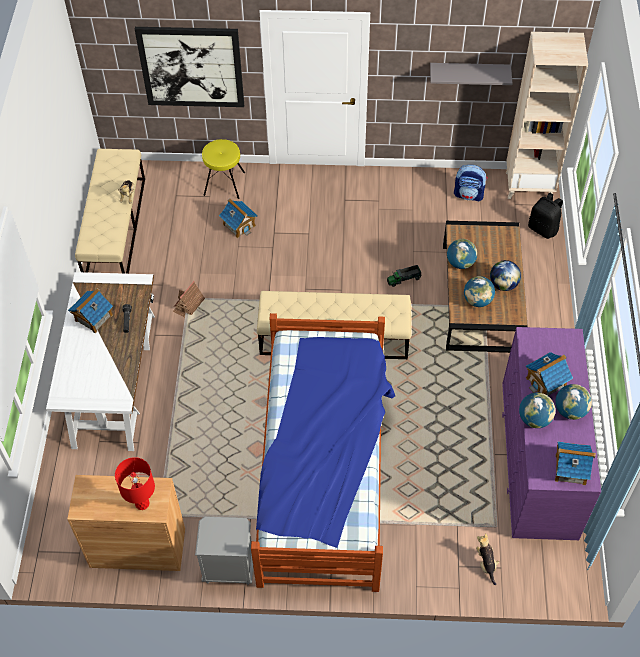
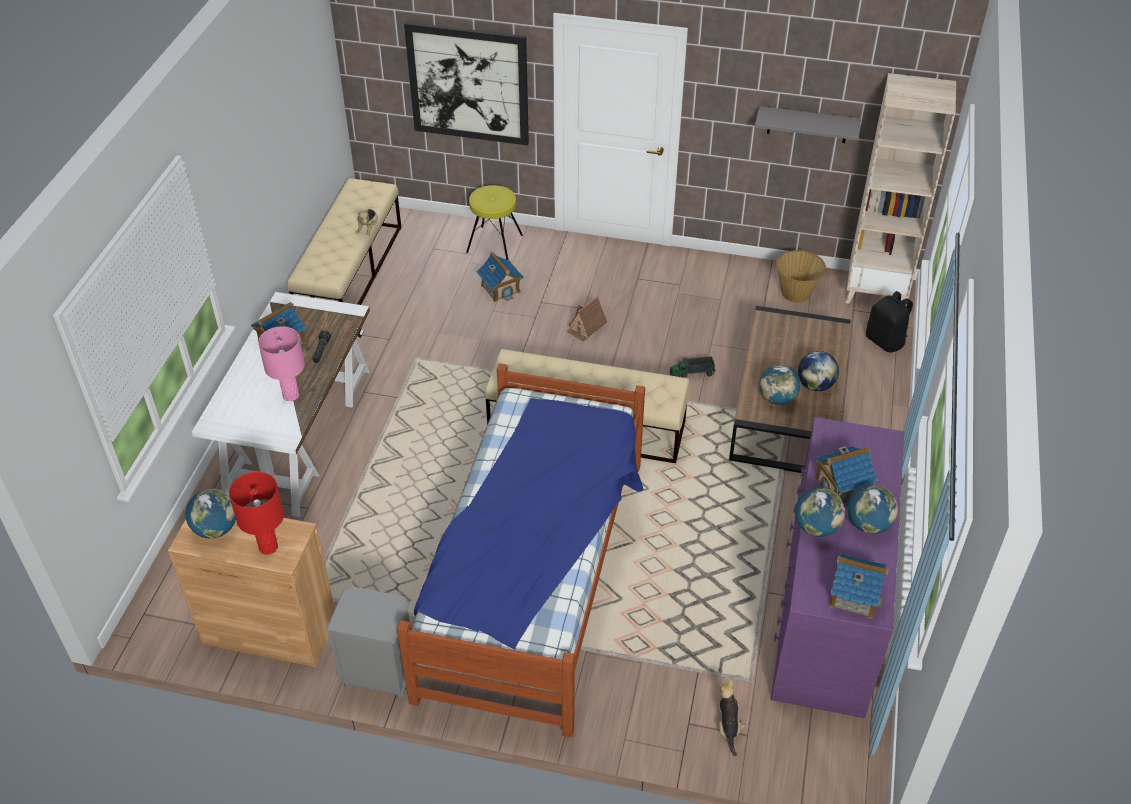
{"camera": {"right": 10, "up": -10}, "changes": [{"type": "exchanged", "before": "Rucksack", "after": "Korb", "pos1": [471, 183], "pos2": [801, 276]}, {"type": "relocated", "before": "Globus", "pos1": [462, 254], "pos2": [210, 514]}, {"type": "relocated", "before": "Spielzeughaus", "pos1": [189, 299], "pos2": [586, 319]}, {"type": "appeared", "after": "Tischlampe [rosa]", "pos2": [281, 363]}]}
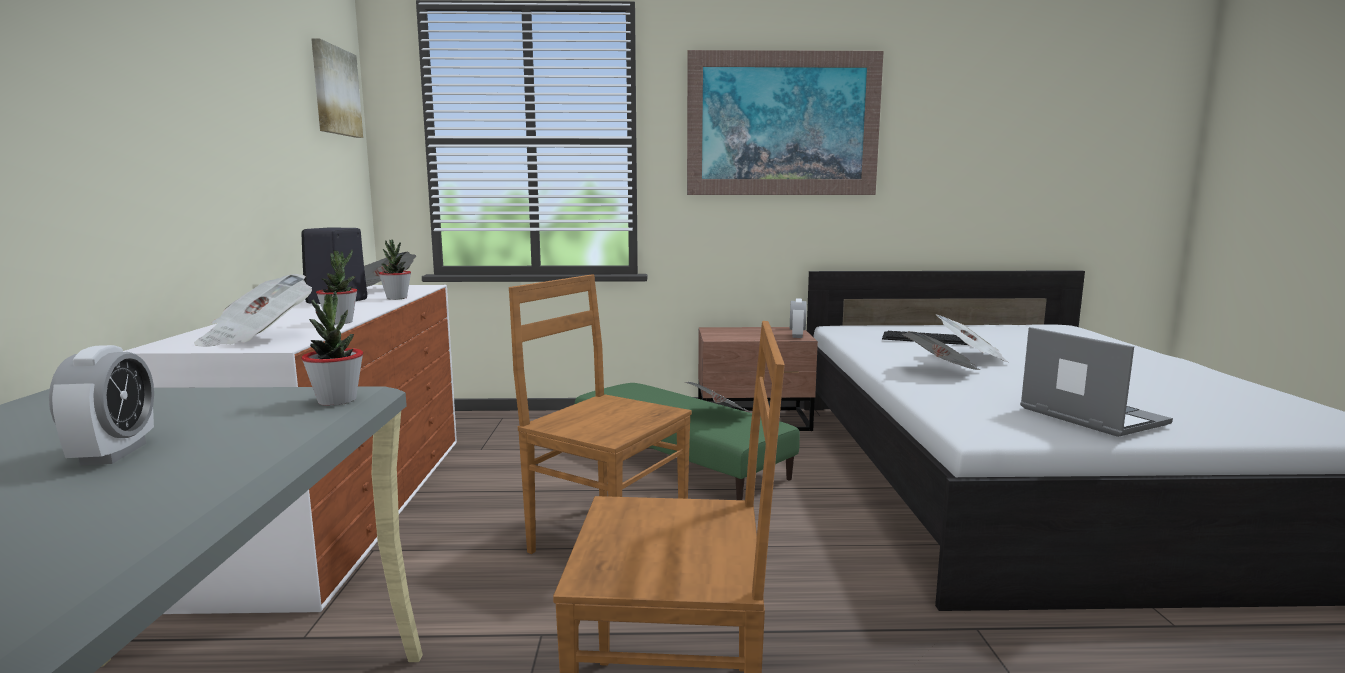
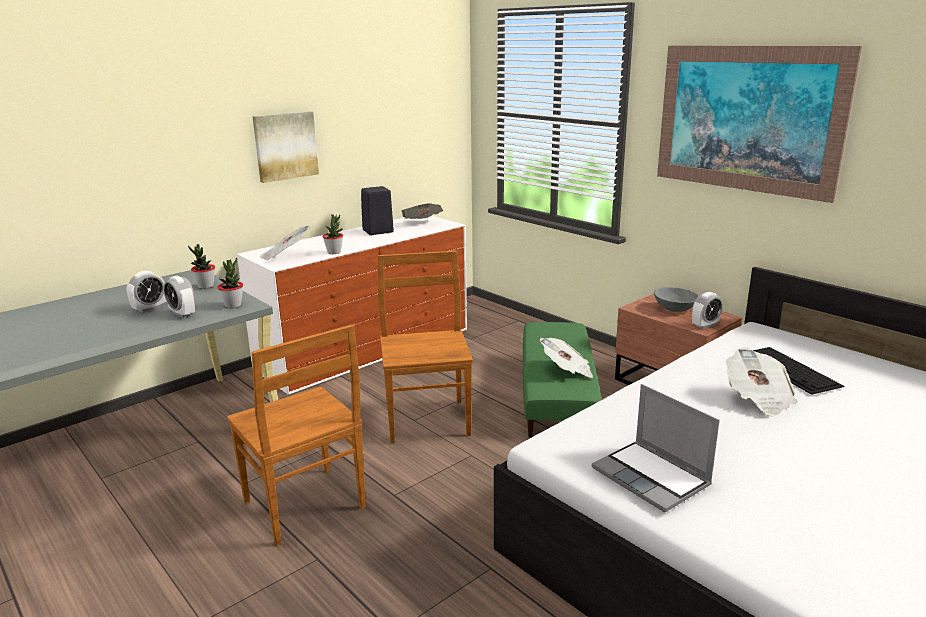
{"camera": {"right": 50, "up": 10}, "changes": [{"type": "relocated", "before": "Bild", "pos1": [337, 88], "pos2": [285, 147]}, {"type": "relocated", "before": "Topfpflanze", "pos1": [395, 270], "pos2": [201, 266]}, {"type": "spun", "before": "Laptop", "pos1": [1096, 382], "pos2": [656, 448], "turn": 120}, {"type": "missing", "before": "Zeitung", "pos1": [941, 350]}, {"type": "appeared", "after": "Wecker", "pos2": [179, 297]}, {"type": "appeared", "after": "Schüssel [grau]", "pos2": [676, 299]}]}
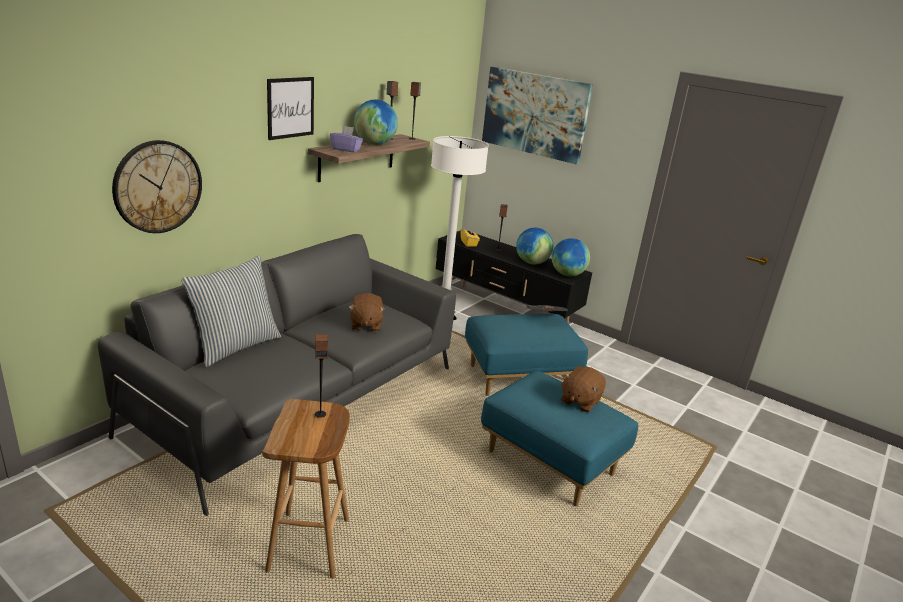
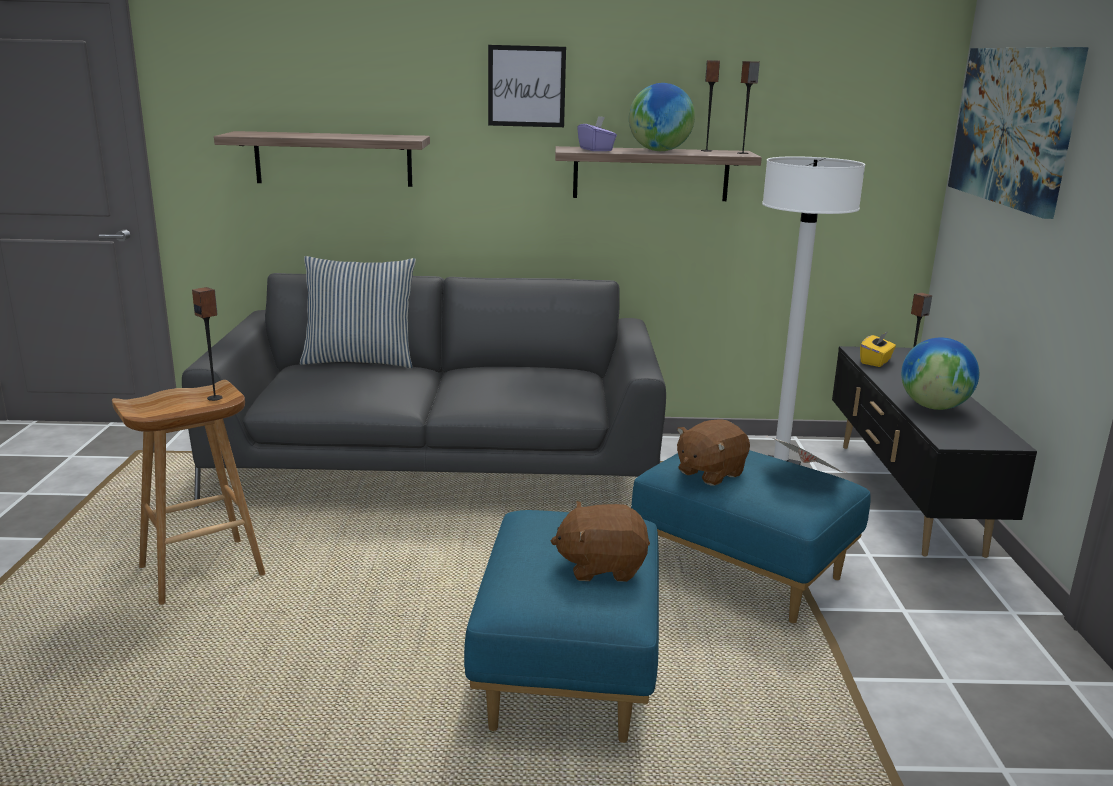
{"camera": {"right": 55, "up": -5}, "changes": [{"type": "exchanged", "before": "Wanduhr", "after": "Wandregal", "pos1": [157, 186], "pos2": [322, 159]}, {"type": "missing", "before": "Globus", "pos1": [571, 257]}, {"type": "relocated", "before": "Plüschtier [braun]", "pos1": [367, 312], "pos2": [713, 452]}]}
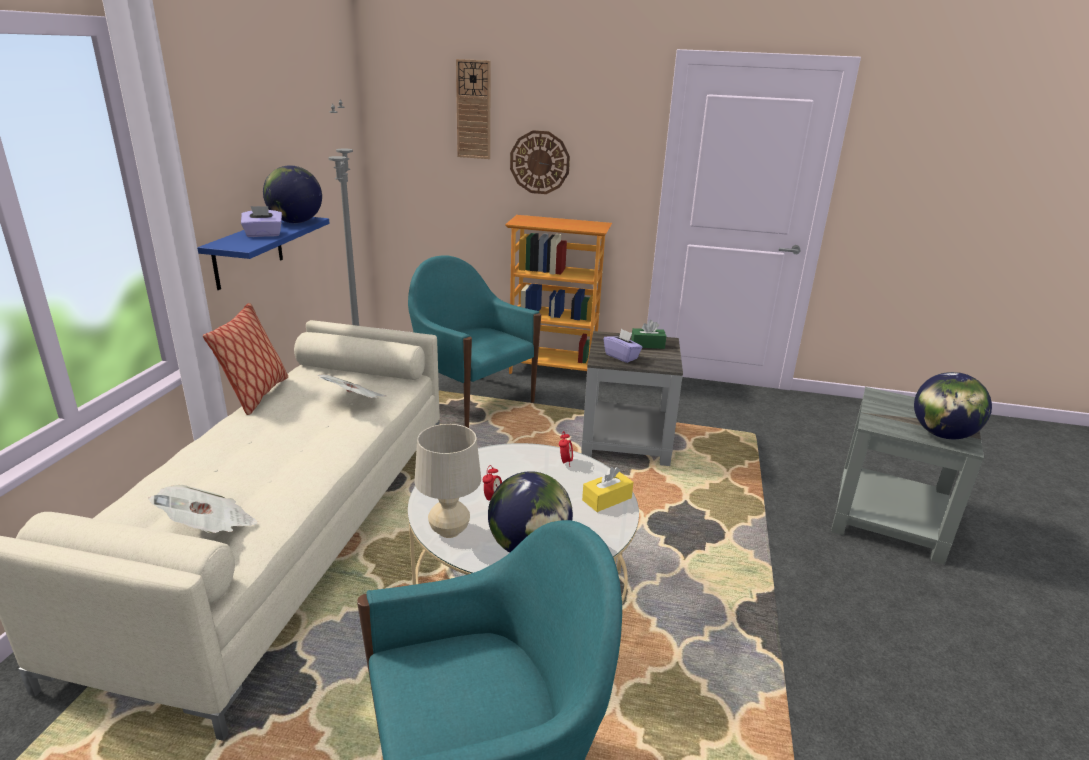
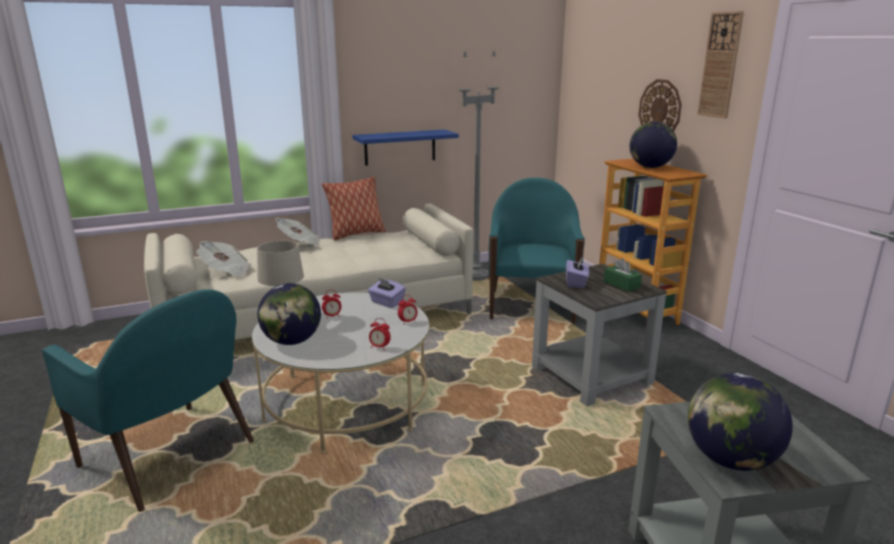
{"camera": {"right": 55, "up": -5}, "changes": [{"type": "relocated", "before": "Wanduhr", "pos1": [473, 109], "pos2": [720, 64]}, {"type": "relocated", "before": "Globus", "pos1": [292, 194], "pos2": [653, 145]}, {"type": "relocated", "before": "Taschentuchbox [lila]", "pos1": [261, 221], "pos2": [387, 293]}, {"type": "relocated", "before": "Zeitung", "pos1": [352, 386], "pos2": [297, 232]}, {"type": "exchanged", "before": "Taschentuchbox [gelb]", "after": "Wecker", "pos1": [608, 489], "pos2": [380, 334]}]}
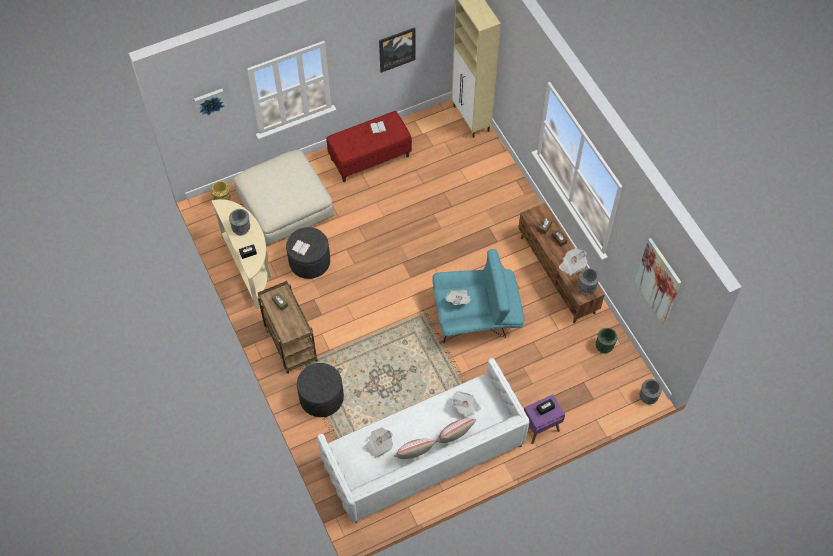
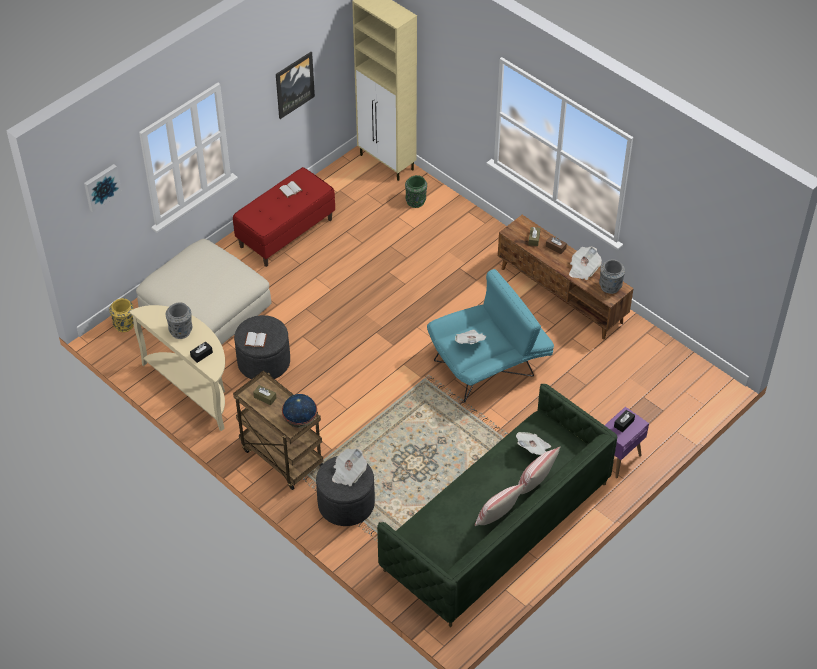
{"camera": {"right": -20, "up": -10}, "changes": [{"type": "missing", "before": "Bild", "pos1": [658, 281]}, {"type": "relocated", "before": "Vase [grün]", "pos1": [606, 340], "pos2": [416, 191]}, {"type": "colour", "before": "Sofa [weiß]", "after": "Sofa [grün]", "pos1": [423, 440], "pos2": [497, 505]}, {"type": "missing", "before": "Vase [grau]", "pos1": [651, 391]}, {"type": "relocated", "before": "Zeitung", "pos1": [378, 442], "pos2": [349, 467]}, {"type": "appeared", "after": "Globus", "pos2": [299, 411]}]}
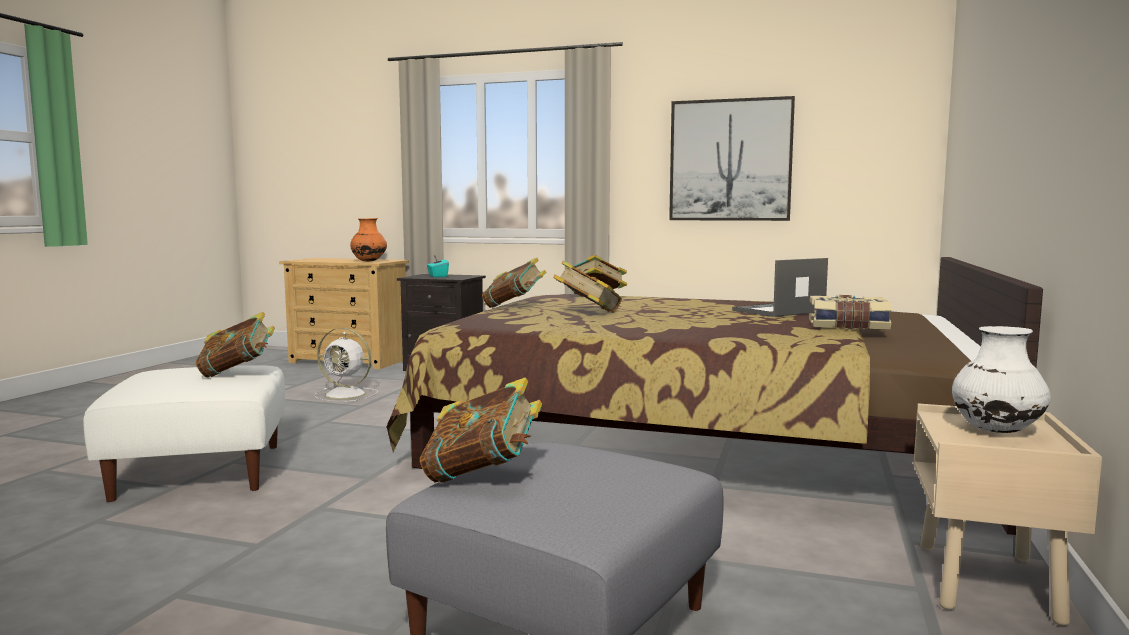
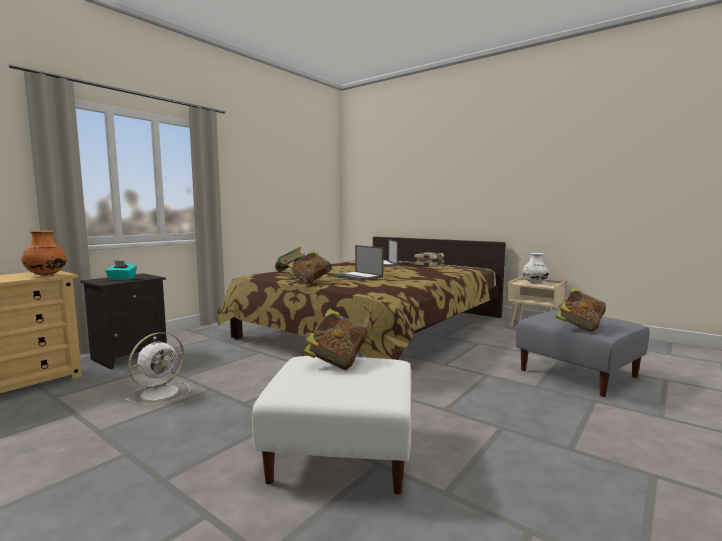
{"camera": {"right": -70, "up": 0}, "changes": [{"type": "missing", "before": "Bild", "pos1": [732, 158]}, {"type": "exchanged", "before": "Buch", "after": "Laptop", "pos1": [587, 286], "pos2": [358, 263]}]}
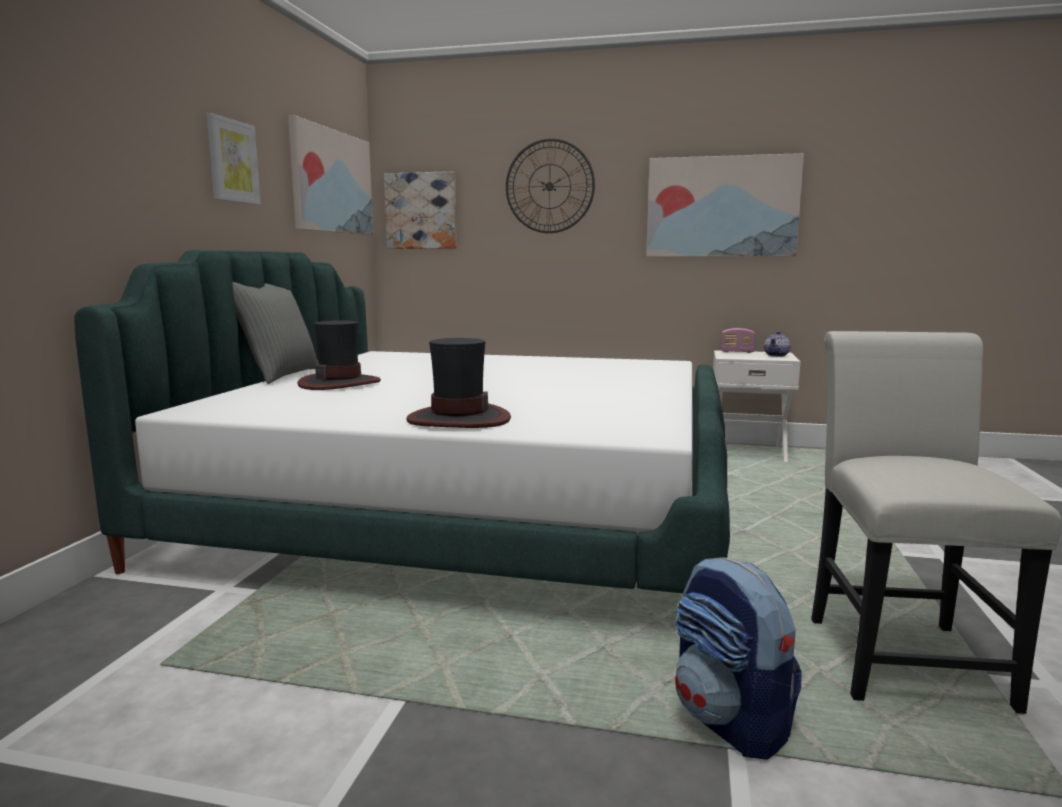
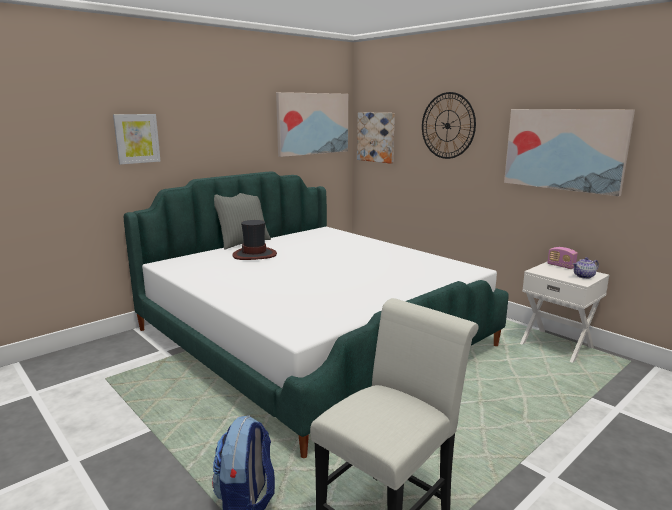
{"camera": {"right": 35, "up": 5}, "changes": [{"type": "relocated", "before": "Bild", "pos1": [233, 159], "pos2": [137, 139]}, {"type": "missing", "before": "Hut", "pos1": [459, 383]}]}
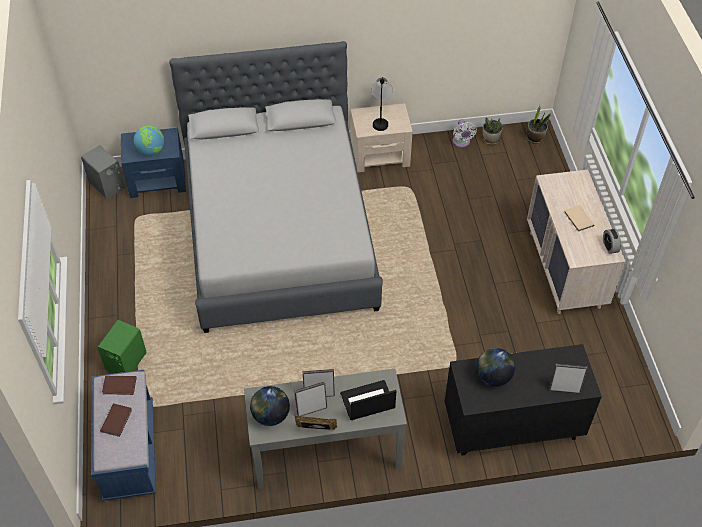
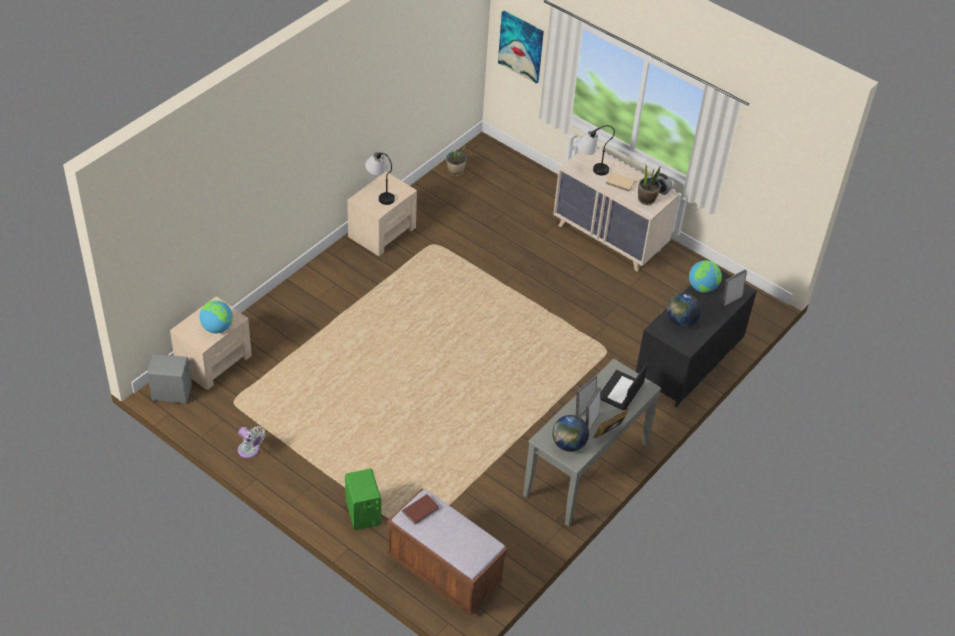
{"camera": {"right": -45, "up": -5}, "changes": [{"type": "missing", "before": "Bett [grau]", "pos1": [276, 187]}, {"type": "relocated", "before": "Topfpflanze", "pos1": [538, 124], "pos2": [649, 184]}, {"type": "relocated", "before": "Ventilator [weiß]", "pos1": [465, 133], "pos2": [251, 442]}, {"type": "colour", "before": "Nachttisch [blau]", "after": "Nachttisch [beige]", "pos1": [153, 163], "pos2": [211, 343]}, {"type": "colour", "before": "Bank [blau]", "after": "Bank [braun]", "pos1": [123, 435], "pos2": [447, 552]}, {"type": "missing", "before": "Buch [braun]", "pos1": [116, 420]}, {"type": "appeared", "after": "Bild", "pos2": [521, 47]}, {"type": "appeared", "after": "Tischlampe", "pos2": [595, 150]}, {"type": "appeared", "after": "Globus", "pos2": [705, 276]}]}
